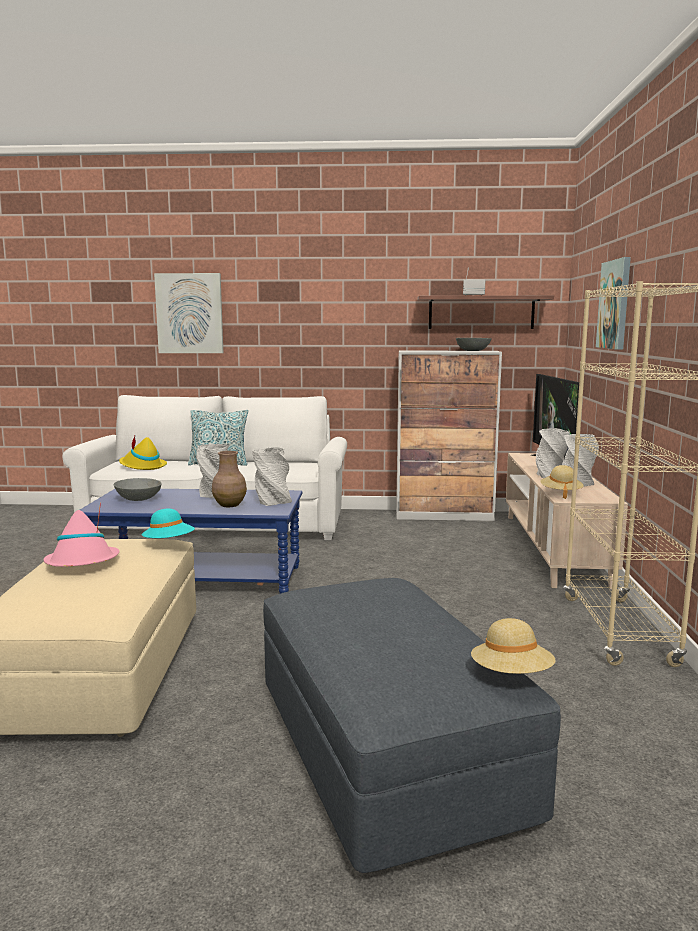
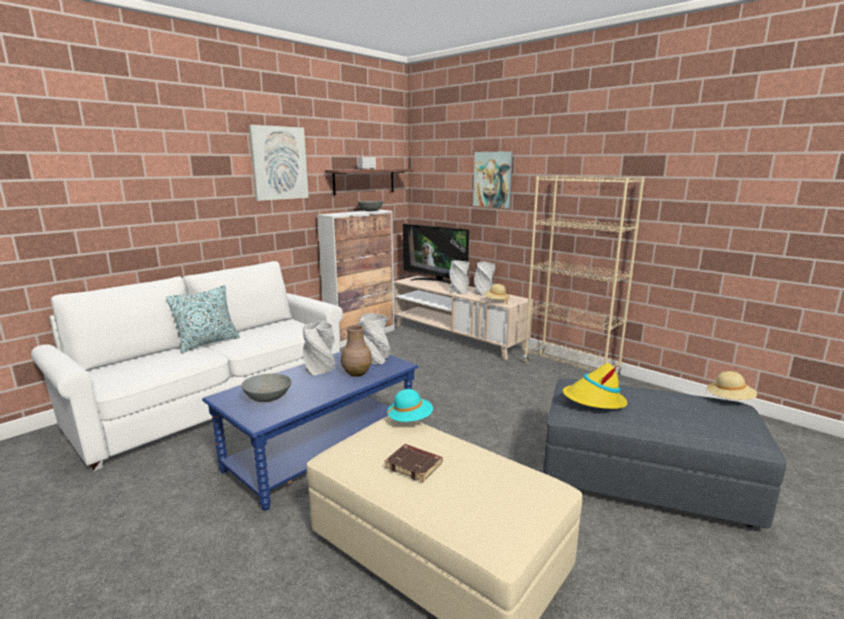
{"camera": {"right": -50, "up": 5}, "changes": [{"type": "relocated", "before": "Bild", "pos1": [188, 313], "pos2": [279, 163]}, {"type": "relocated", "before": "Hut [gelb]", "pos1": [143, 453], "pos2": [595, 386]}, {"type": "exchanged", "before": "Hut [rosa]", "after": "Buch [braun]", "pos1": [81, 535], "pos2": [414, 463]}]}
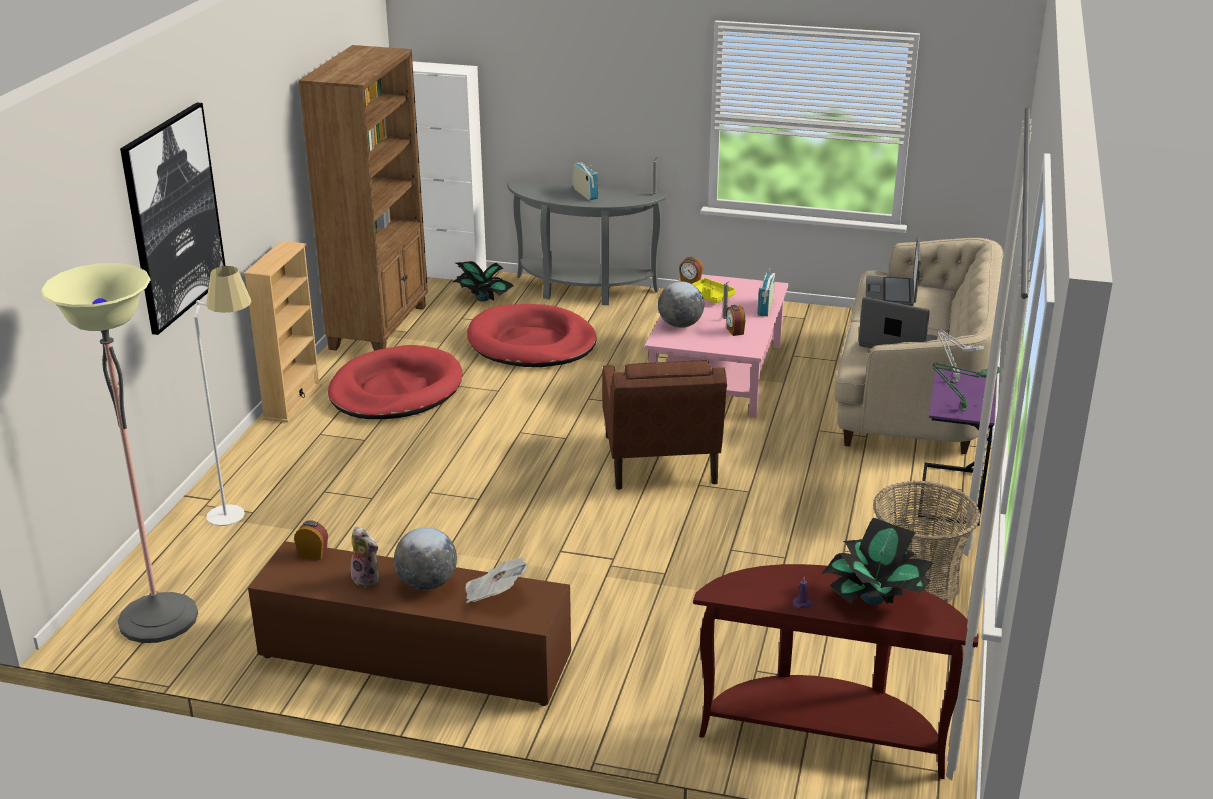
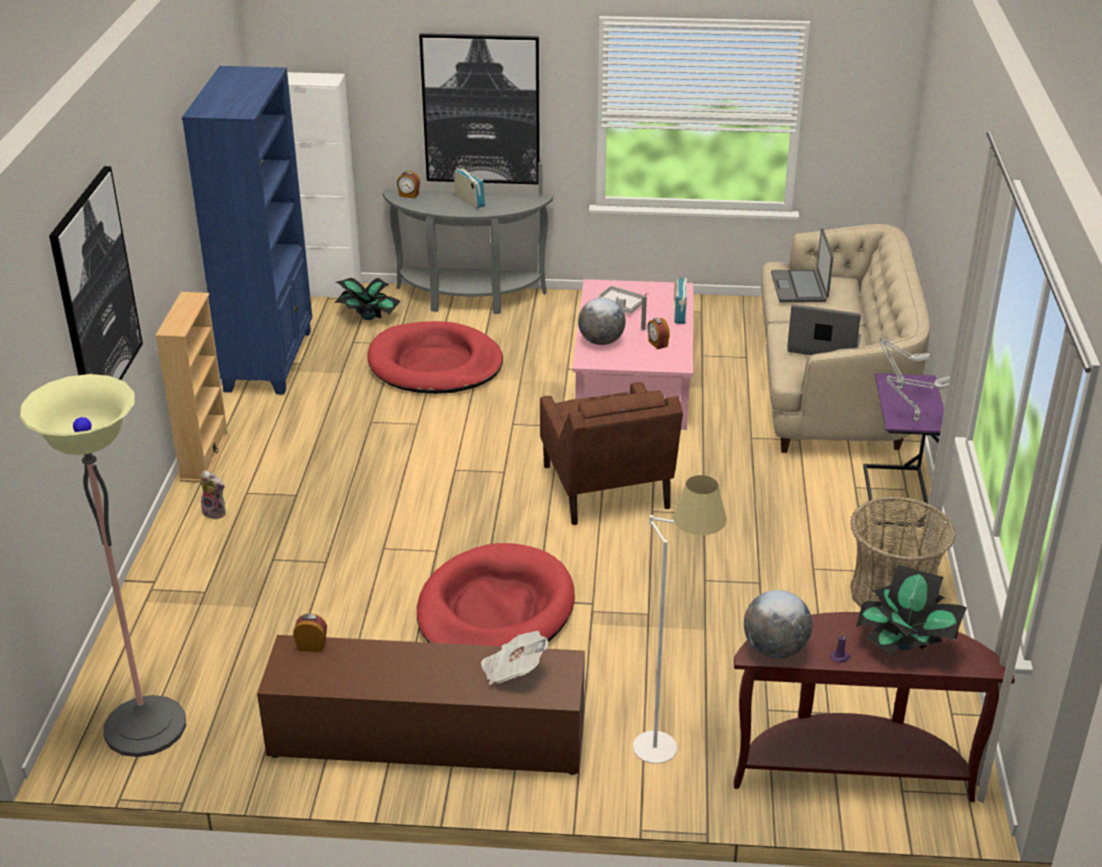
{"camera": {"right": -10, "up": 5}, "changes": [{"type": "colour", "before": "Bücherregal [braun]", "after": "Bücherregal [blau]", "pos1": [363, 198], "pos2": [247, 230]}, {"type": "relocated", "before": "Wecker", "pos1": [691, 270], "pos2": [408, 185]}, {"type": "relocated", "before": "Stehlampe [weiß]", "pos1": [223, 396], "pos2": [680, 619]}, {"type": "colour", "before": "Tablett [gelb]", "after": "Tablett [grau]", "pos1": [714, 290], "pos2": [621, 300]}, {"type": "relocated", "before": "Hundebett [rot]", "pos1": [395, 382], "pos2": [496, 594]}, {"type": "colour", "before": "Tischlampe [grün]", "after": "Tischlampe [grau]", "pos1": [967, 386], "pos2": [918, 398]}, {"type": "relocated", "before": "Plüschtier", "pos1": [364, 557], "pos2": [213, 494]}, {"type": "relocated", "before": "Globus", "pos1": [425, 558], "pos2": [778, 624]}, {"type": "appeared", "after": "Bild", "pos2": [479, 108]}]}
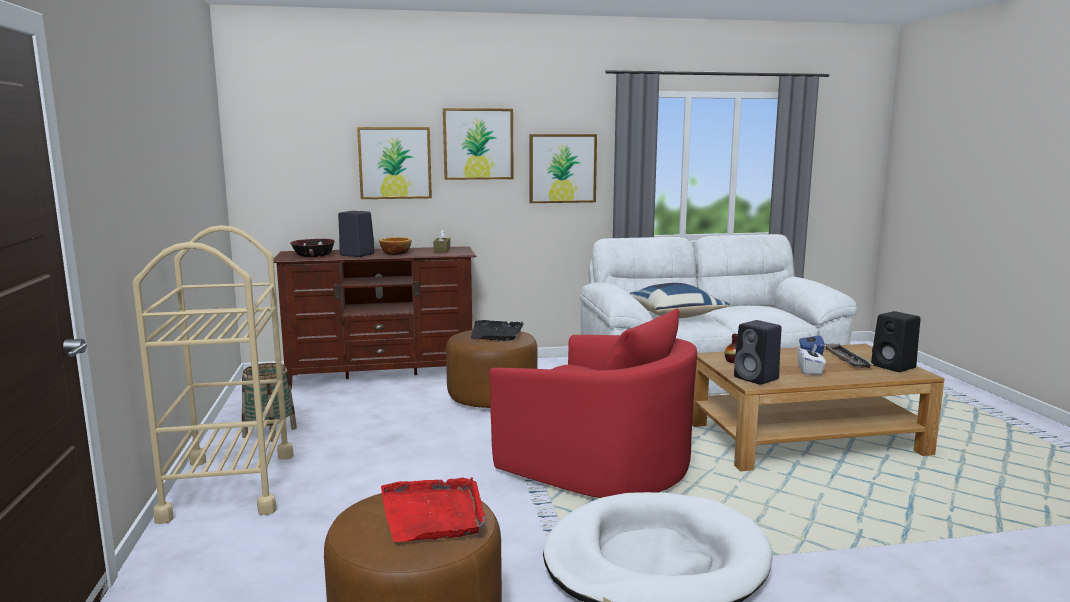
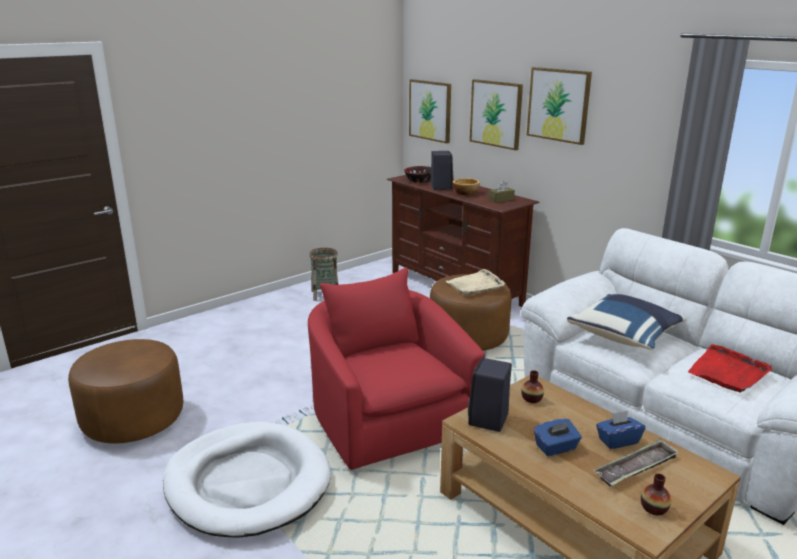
{"camera": {"right": 60, "up": 10}, "changes": [{"type": "relocated", "before": "Bild", "pos1": [563, 168], "pos2": [430, 111]}, {"type": "missing", "before": "Rollwagen [beige]", "pos1": [213, 374]}, {"type": "spun", "before": "Sessel [rot]", "pos1": [593, 403], "pos2": [396, 369], "turn": 150}, {"type": "exchanged", "before": "Lautsprecher [schwarz]", "after": "Vase", "pos1": [896, 341], "pos2": [656, 494]}, {"type": "colour", "before": "Tablett [schwarz]", "after": "Tablett [beige]", "pos1": [497, 330], "pos2": [475, 282]}, {"type": "colour", "before": "Taschentuchbox [weiß]", "after": "Taschentuchbox [blau]", "pos1": [811, 359], "pos2": [558, 437]}, {"type": "relocated", "before": "Tablett [rot]", "pos1": [433, 509], "pos2": [730, 368]}]}
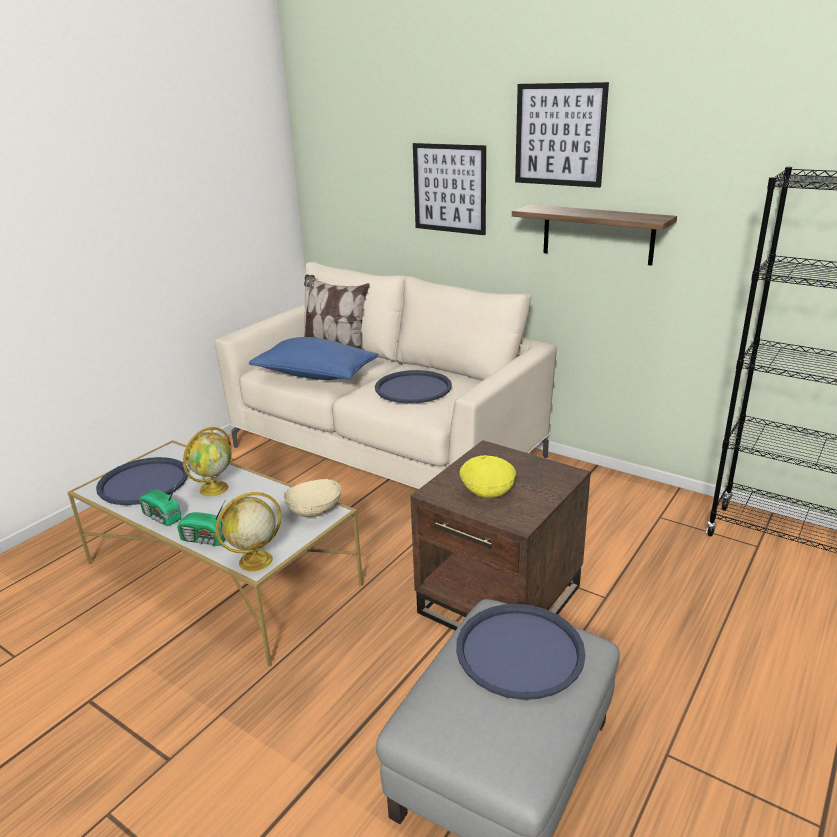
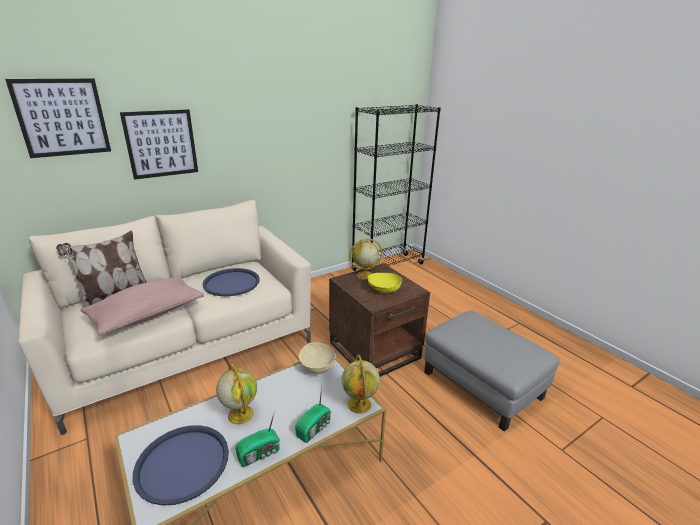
{"camera": {"right": -70, "up": 0}, "changes": [{"type": "relocated", "before": "Bild", "pos1": [562, 135], "pos2": [58, 118]}, {"type": "missing", "before": "Wandregal", "pos1": [594, 235]}, {"type": "colour", "before": "Kissen [blau]", "after": "Kissen [rosa]", "pos1": [314, 358], "pos2": [142, 306]}, {"type": "missing", "before": "Tablett [blau]", "pos1": [521, 652]}, {"type": "appeared", "after": "Globus", "pos2": [365, 259]}]}
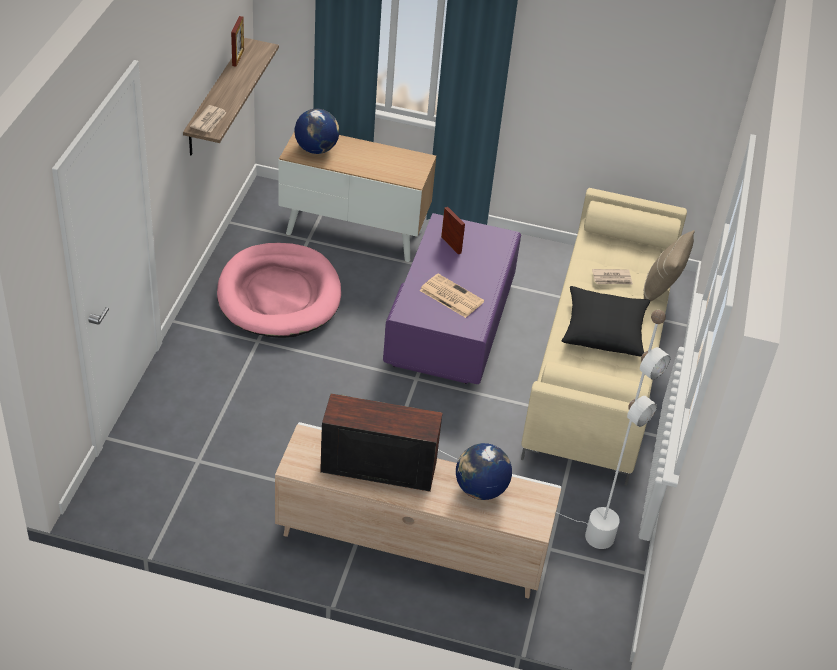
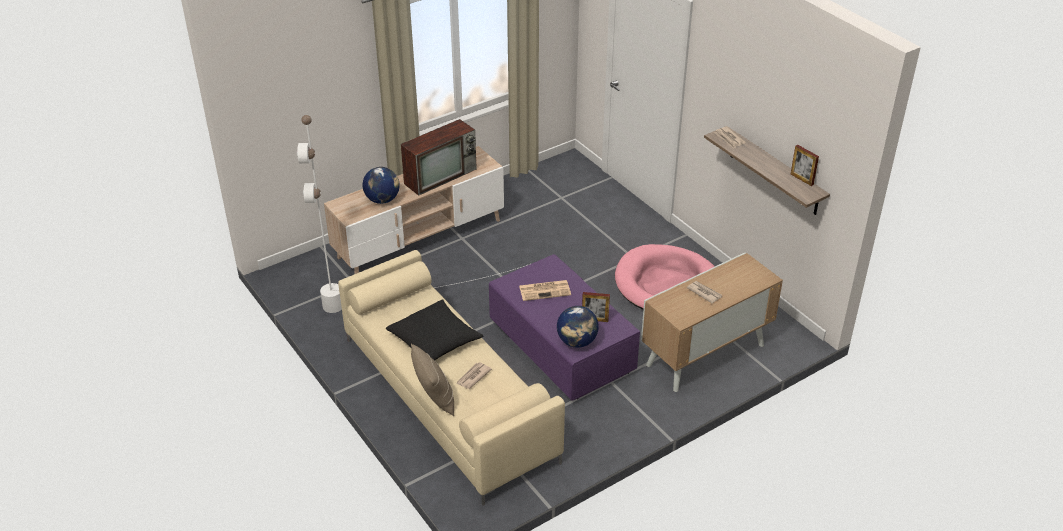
{"camera": {"right": 135, "up": -5}, "changes": [{"type": "relocated", "before": "Globus", "pos1": [316, 131], "pos2": [578, 327]}, {"type": "appeared", "after": "Zeitung", "pos2": [704, 292]}]}
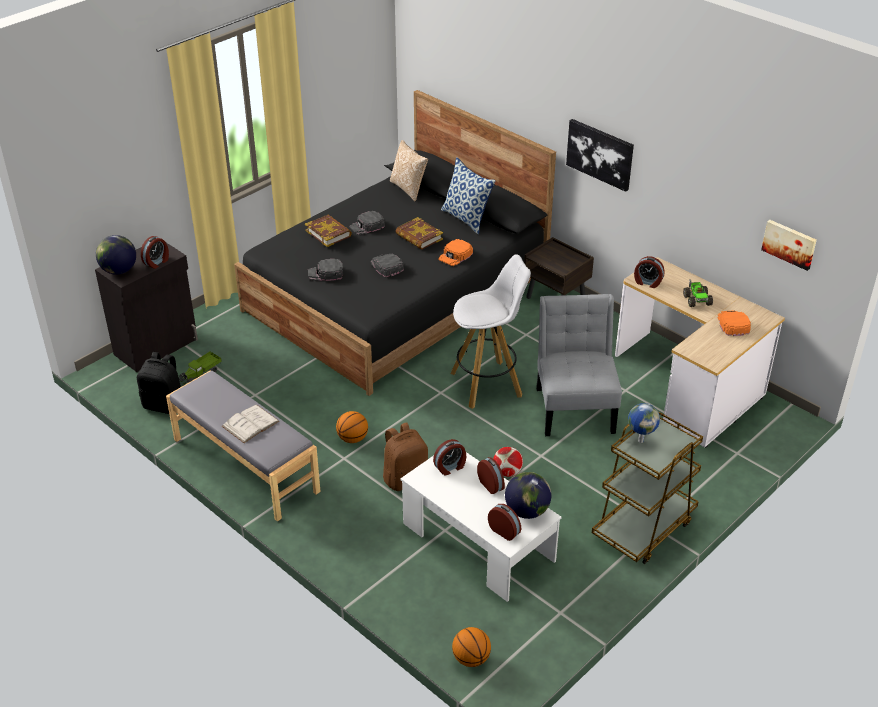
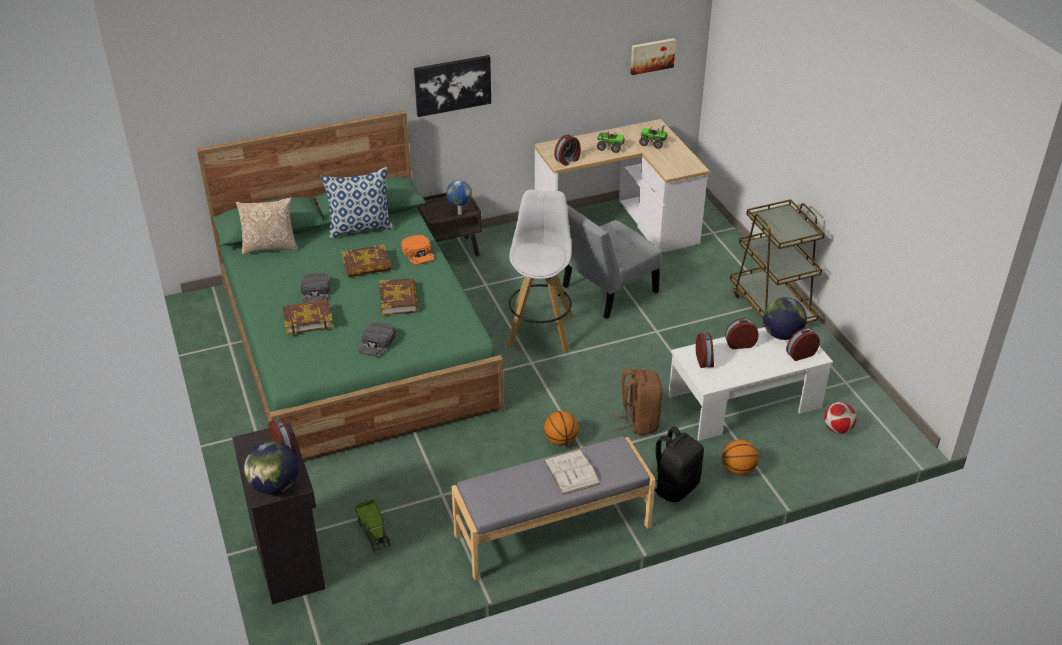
{"camera": {"right": -65, "up": 0}, "changes": [{"type": "colour", "before": "Bett [schwarz]", "after": "Bett [grün]", "pos1": [395, 243], "pos2": [350, 285]}, {"type": "exchanged", "before": "Kappe [schwarz]", "after": "Buch", "pos1": [387, 265], "pos2": [398, 297]}, {"type": "spun", "before": "Stuhl [grau]", "pos1": [579, 365], "pos2": [612, 262], "turn": -60}, {"type": "exchanged", "before": "Kappe [orange]", "after": "Spielzeuglaster", "pos1": [734, 323], "pos2": [653, 137]}, {"type": "relocated", "before": "Rucksack [schwarz]", "pos1": [159, 383], "pos2": [679, 464]}, {"type": "relocated", "before": "Globus", "pos1": [644, 423], "pos2": [459, 197]}, {"type": "relocated", "before": "Fußball", "pos1": [508, 462], "pos2": [840, 418]}, {"type": "relocated", "before": "Basketball", "pos1": [471, 647], "pos2": [740, 458]}]}
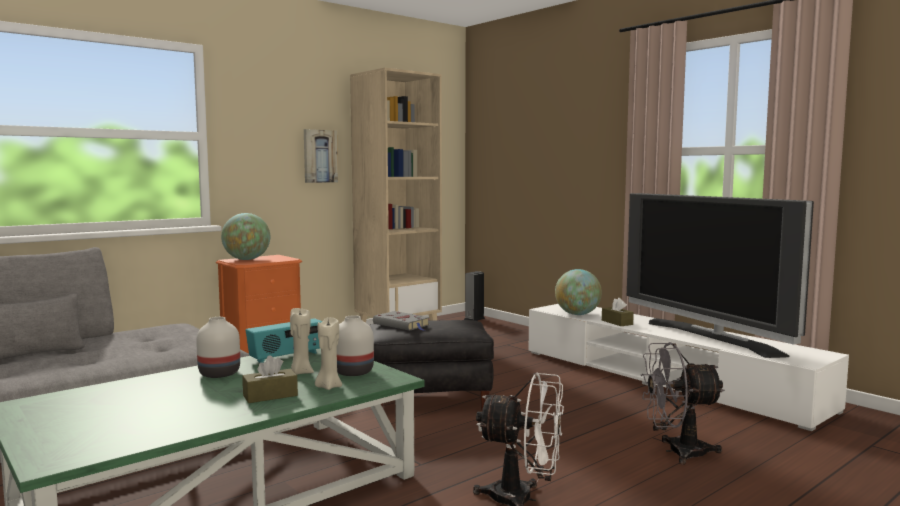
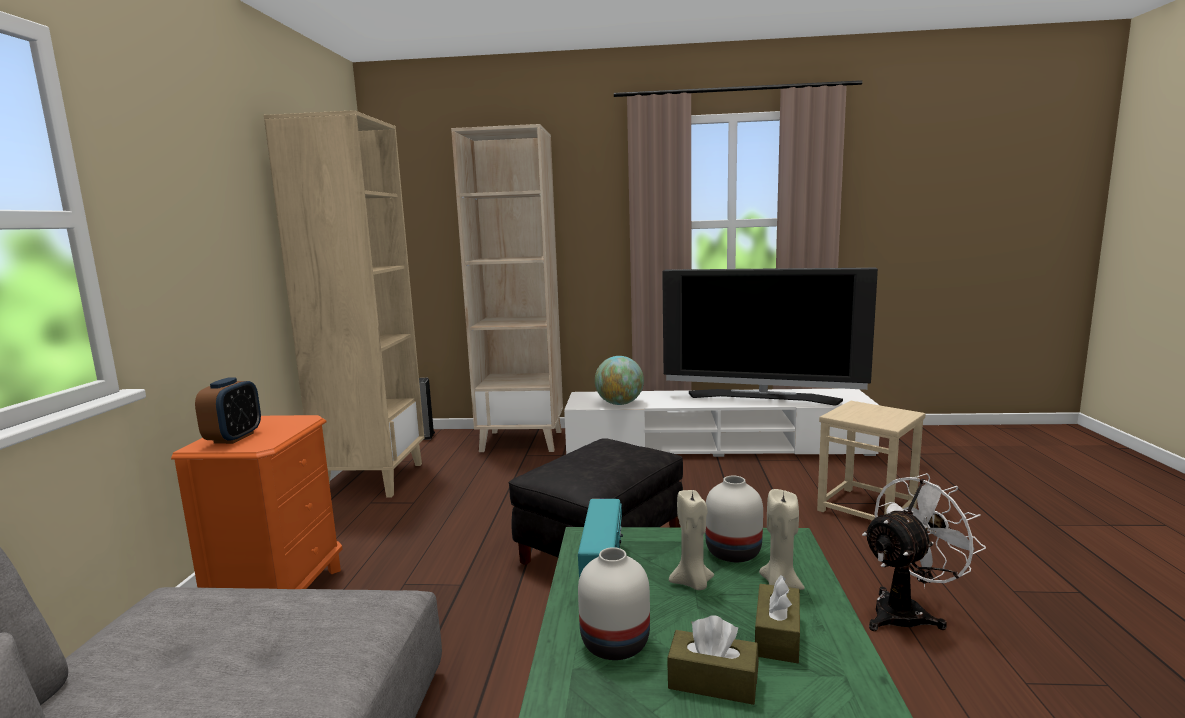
{"camera": {"right": -45, "up": 5}, "changes": [{"type": "missing", "before": "Bild", "pos1": [321, 156]}, {"type": "exchanged", "before": "Globus", "after": "Wecker", "pos1": [245, 236], "pos2": [228, 411]}, {"type": "relocated", "before": "Taschentuchbox [braun]", "pos1": [618, 312], "pos2": [713, 660]}, {"type": "missing", "before": "Buch [grau]", "pos1": [401, 321]}, {"type": "exchanged", "before": "Ventilator [grau]", "after": "Hocker [beige]", "pos1": [683, 403], "pos2": [871, 461]}, {"type": "appeared", "after": "Bücherregal [beige]", "pos2": [507, 288]}]}
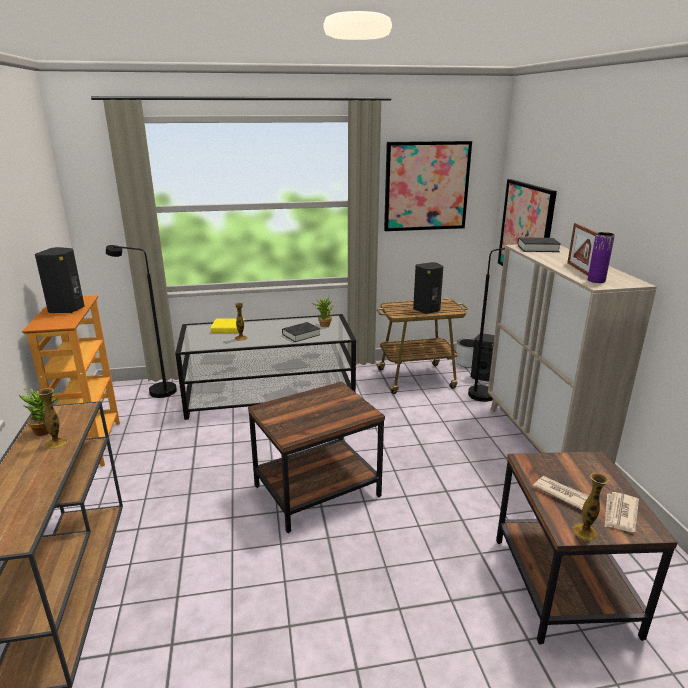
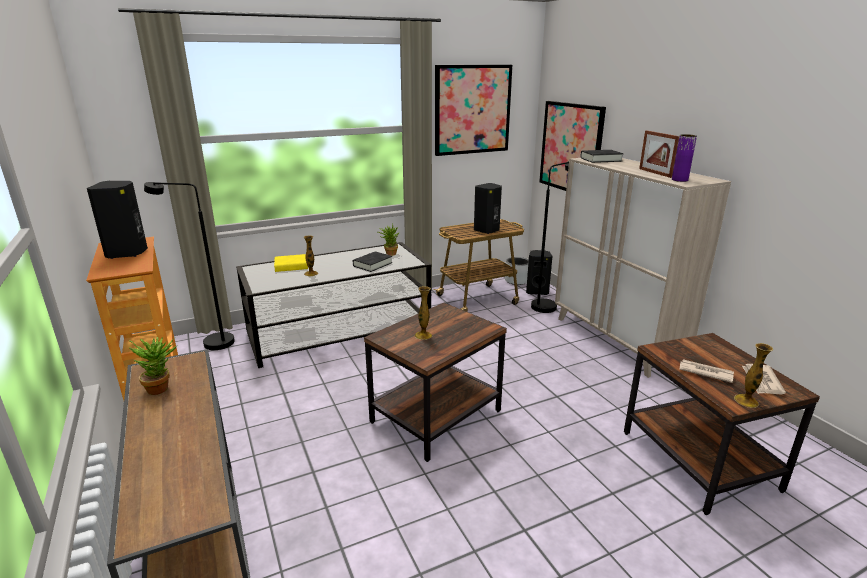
{"camera": {"right": -15, "up": 0}, "changes": [{"type": "relocated", "before": "Vase", "pos1": [52, 418], "pos2": [423, 313]}]}
